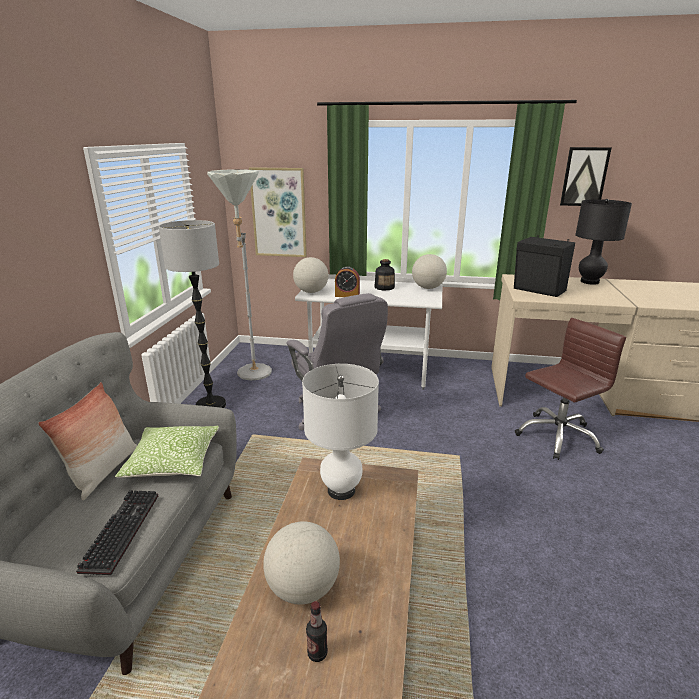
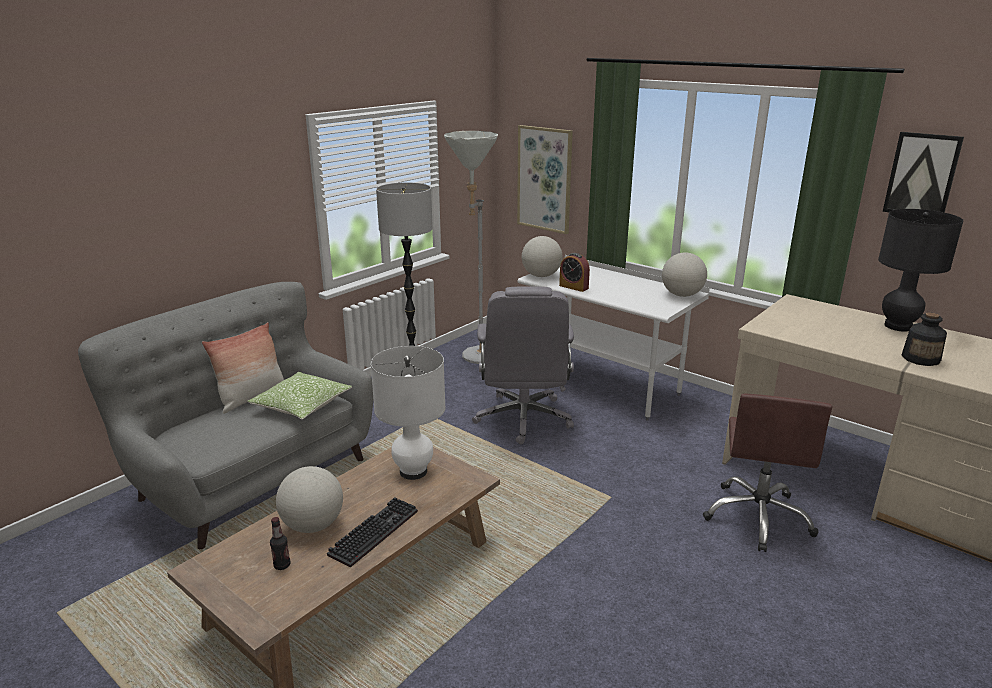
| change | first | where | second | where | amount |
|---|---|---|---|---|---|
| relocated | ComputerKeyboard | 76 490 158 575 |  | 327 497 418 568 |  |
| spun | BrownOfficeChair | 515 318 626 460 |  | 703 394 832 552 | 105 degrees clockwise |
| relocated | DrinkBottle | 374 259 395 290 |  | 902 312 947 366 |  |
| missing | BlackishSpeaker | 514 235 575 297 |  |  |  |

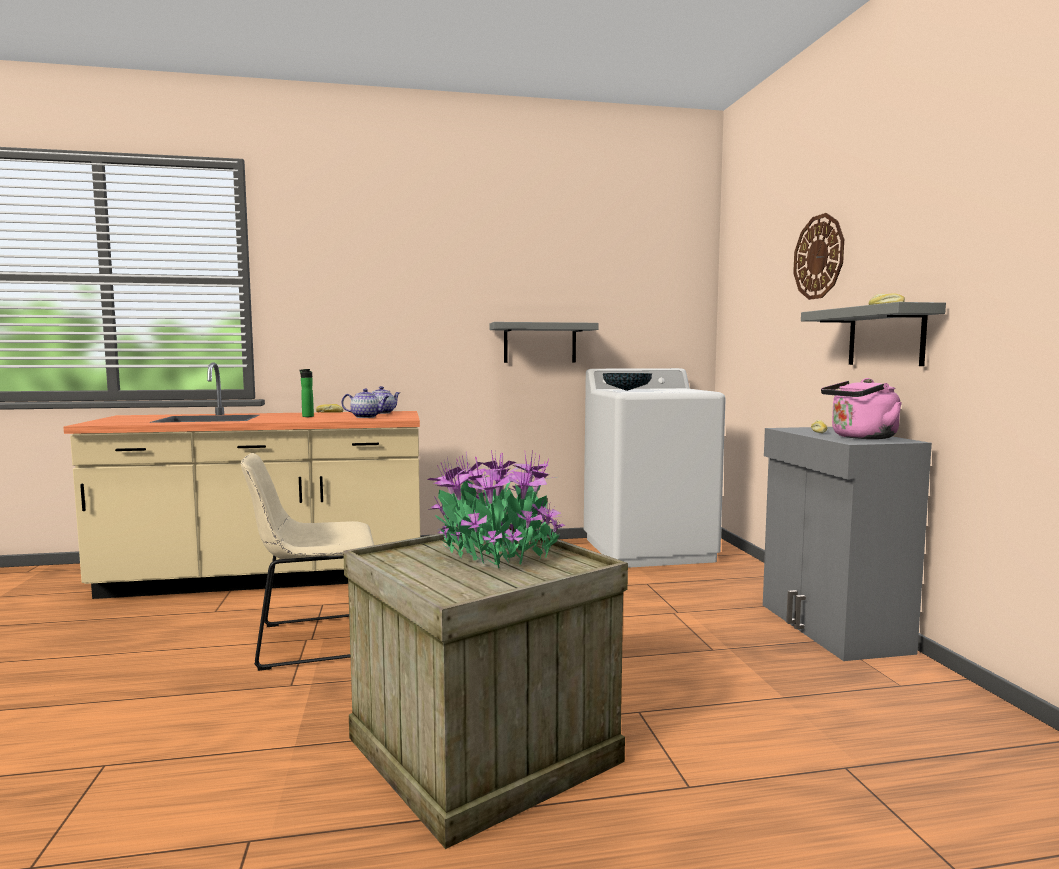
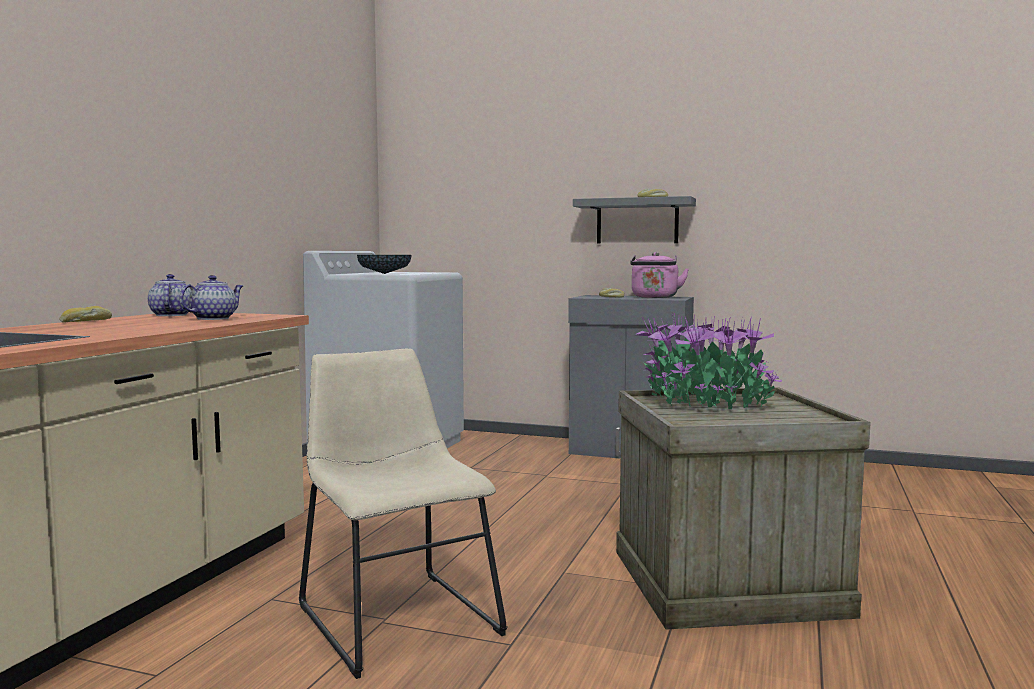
| change | first | where | second | where | amount |
|---|---|---|---|---|---|
| spun | BeigeUprightChair | 241 453 374 671 |  | 299 348 508 679 | 135 degrees clockwise |
| missing | DrinkBottle | 300 369 314 417 |  |  |  |
| missing | GreyShelf | 489 322 599 363 |  |  |  |
| missing | ClockOnTheWall | 793 213 844 300 |  |  |  |

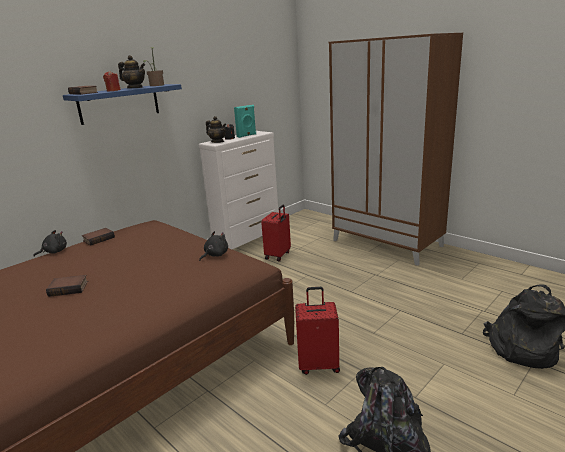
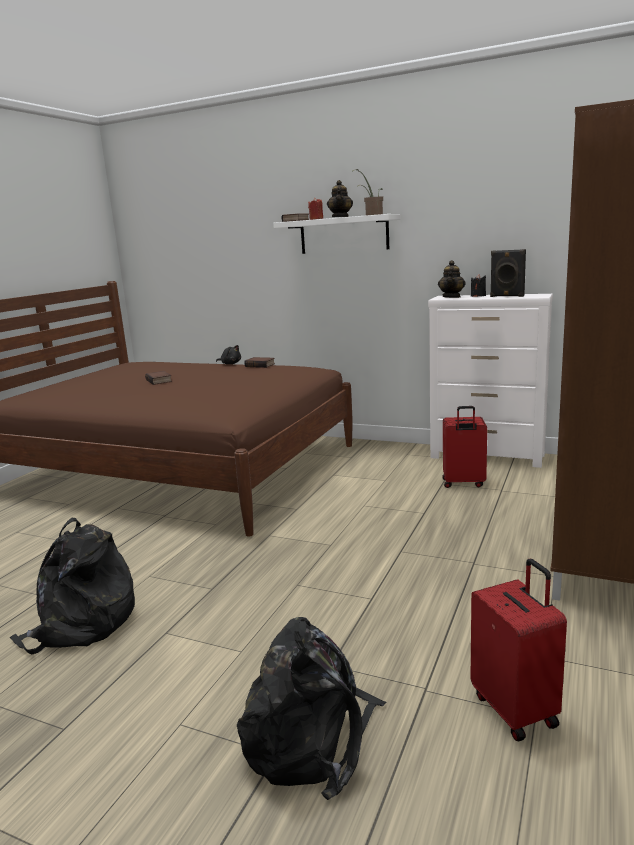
| change | first | where | second | where | amount |
|---|---|---|---|---|---|
| colour | BlueShelf | 63 84 182 125 | WhitishShelf | 273 214 401 254 |  |
| relocated | RedColouredPieceOfLuggage | 295 287 340 375 |  | 470 559 567 741 |  |
| colour | BlueGreenSpeaker | 234 105 256 138 | BlackishSpeaker | 490 249 526 297 |  |
| missing | BlackishCuddlyToy | 199 231 228 261 |  |  |  |

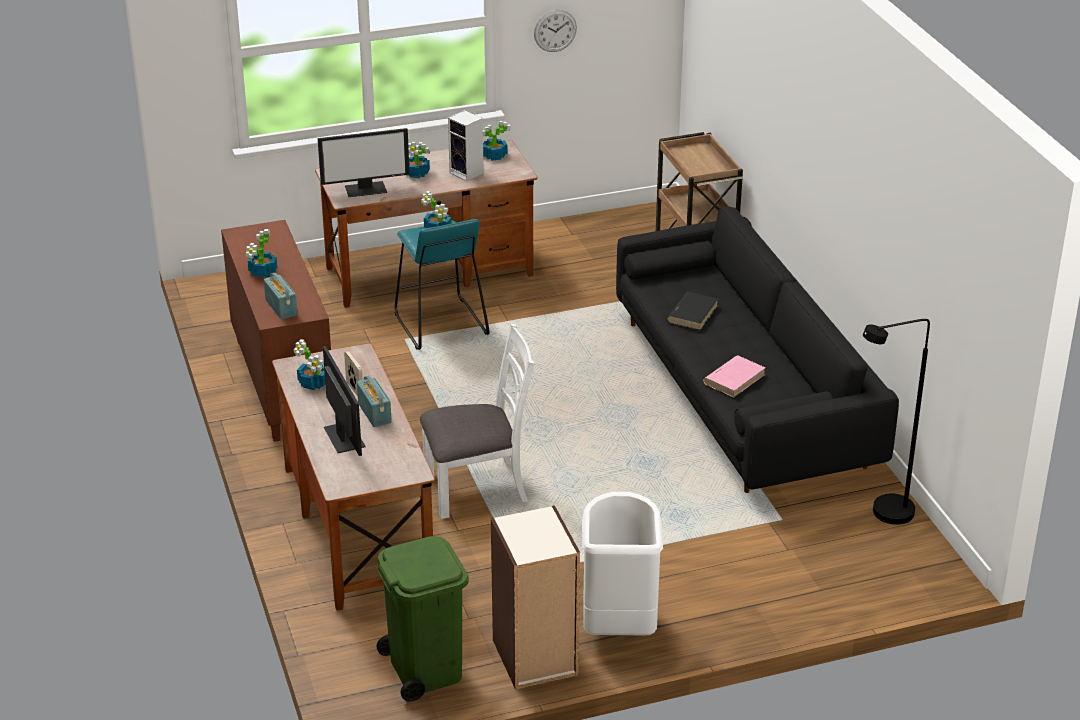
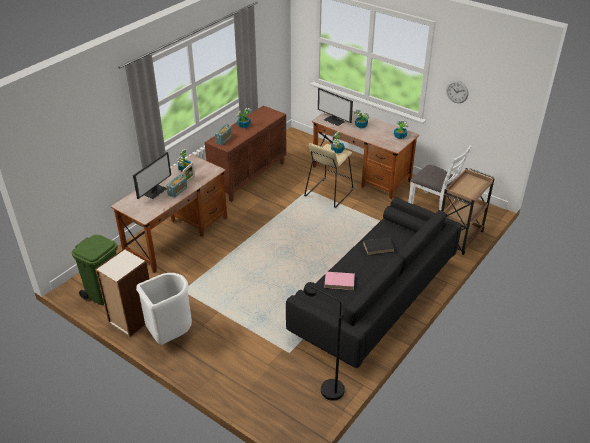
| change | first | where | second | where | amount |
|---|---|---|---|---|---|
| colour | BlueGreenSittingStool | 395 219 489 350 | BeigeSittingStool | 304 143 353 208 |  |
| relocated | WhitishUprightChair | 420 324 535 519 |  | 408 145 472 210 |  |
| missing | Speaker | 448 110 484 181 |  |  |  |

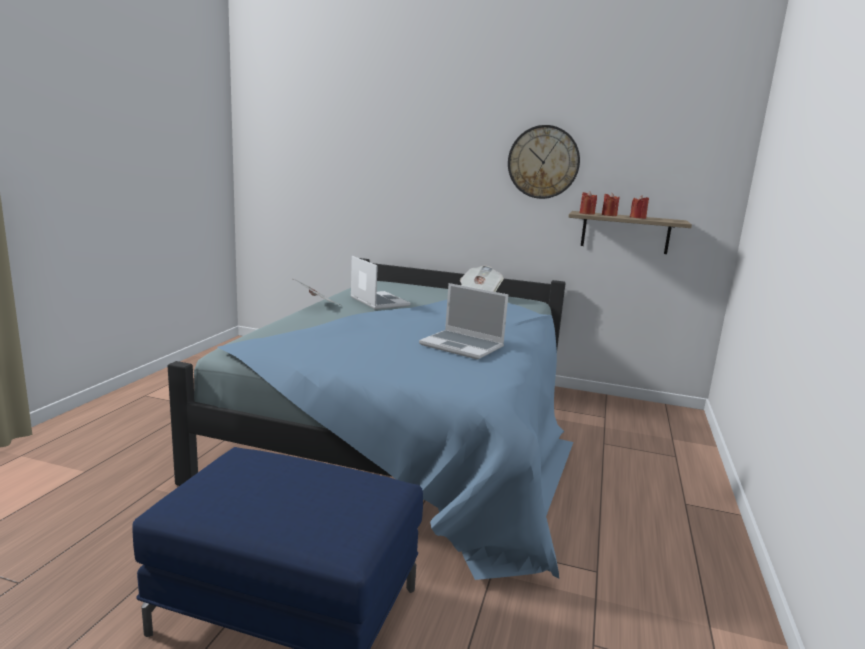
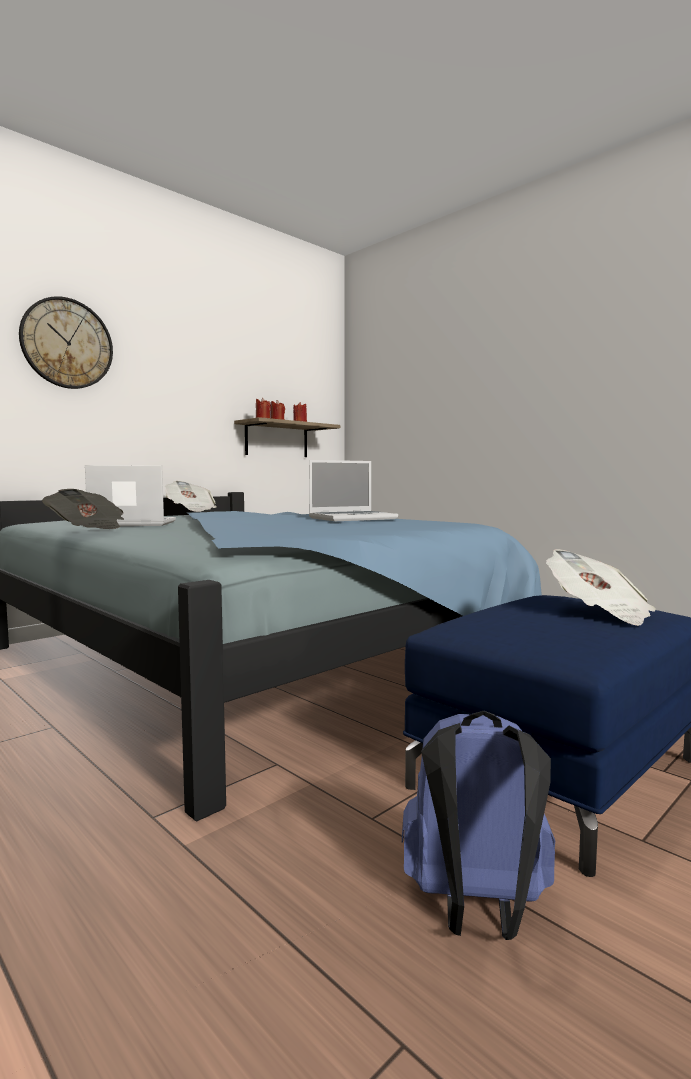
| change | first | where | second | where | amount |
|---|---|---|---|---|---|
| relocated | ClockOnTheWall | 508 125 580 199 |  | 19 296 113 389 |  |
| appeared |  |  | BlueBackpack | 402 711 555 940 |  |
| appeared |  |  | Newspaper | 546 549 656 626 |  |

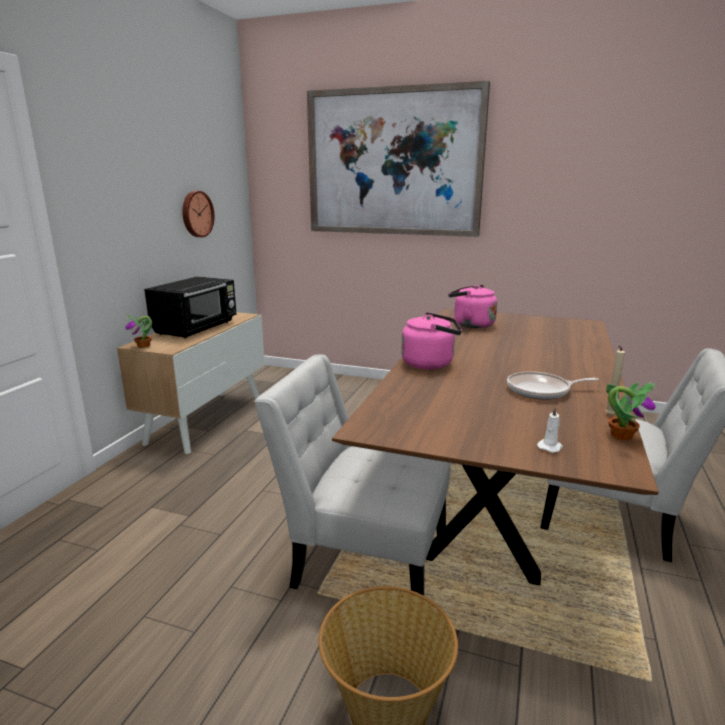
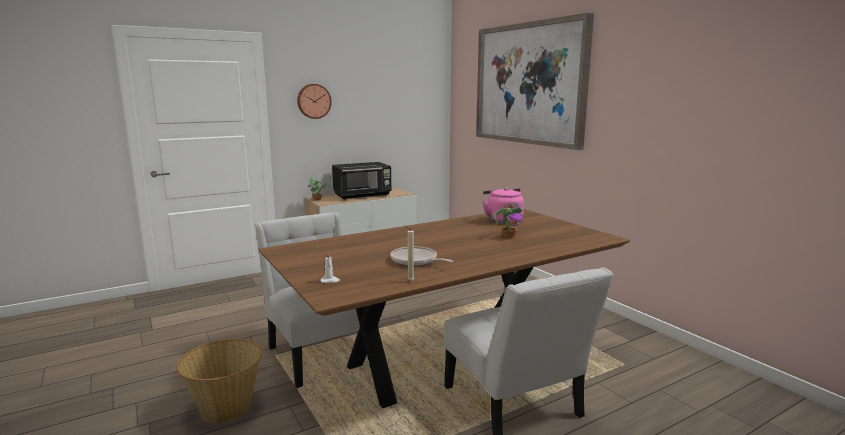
| change | first | where | second | where | amount |
|---|---|---|---|---|---|
| relocated | ClockOnTheWall | 182 191 215 237 |  | 297 84 331 119 |  |
| relocated | PlantInAPot | 606 382 656 440 |  | 494 208 523 238 |  |
| missing | PinkKettle | 402 312 462 369 |  |  |  |

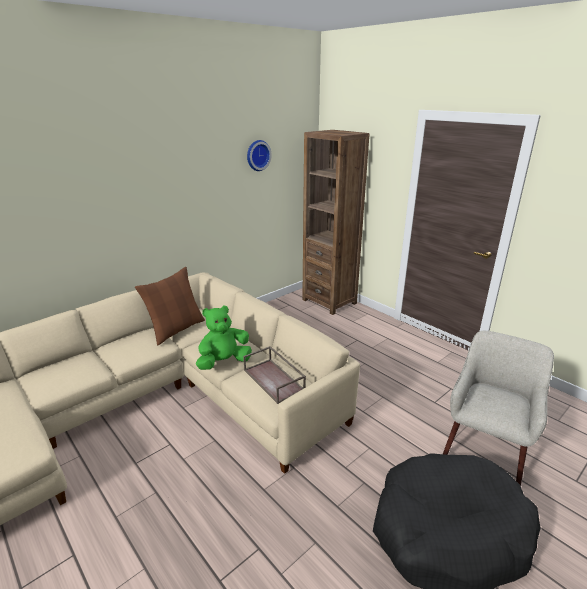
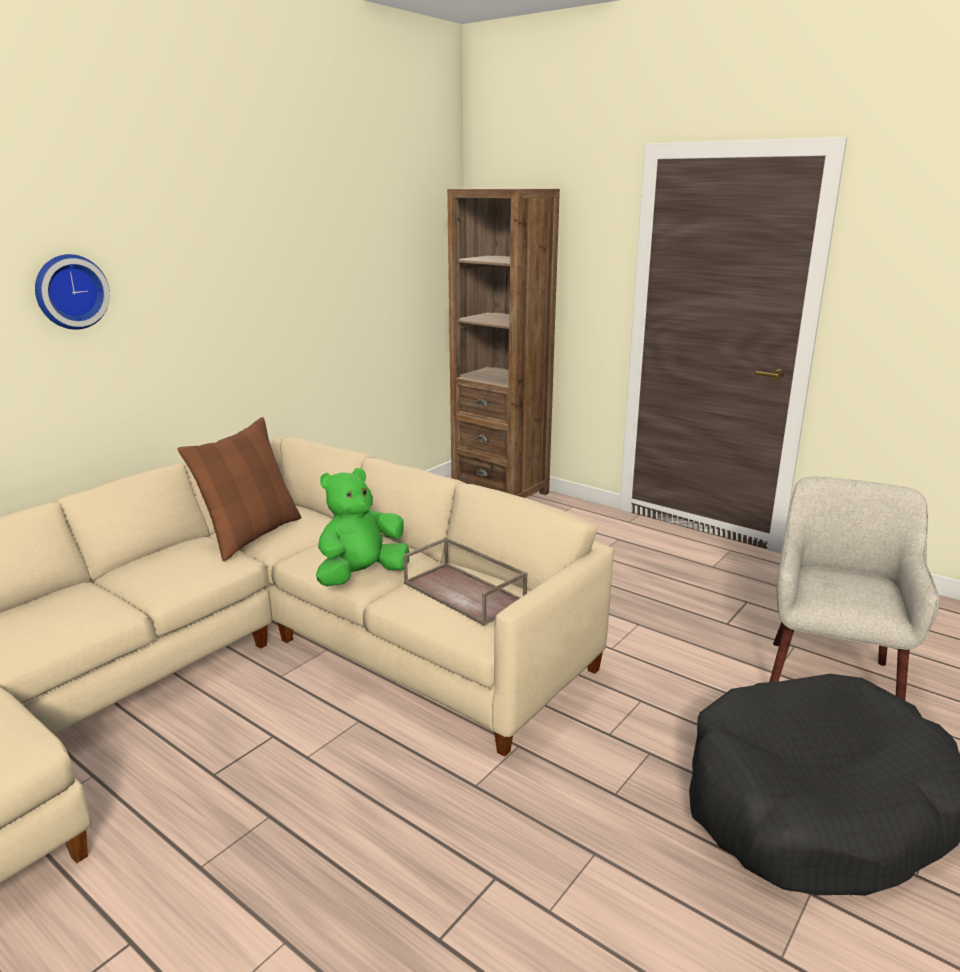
| change | first | where | second | where | amount |
|---|---|---|---|---|---|
| relocated | ClockOnTheWall | 247 140 272 171 |  | 35 254 110 330 |  |

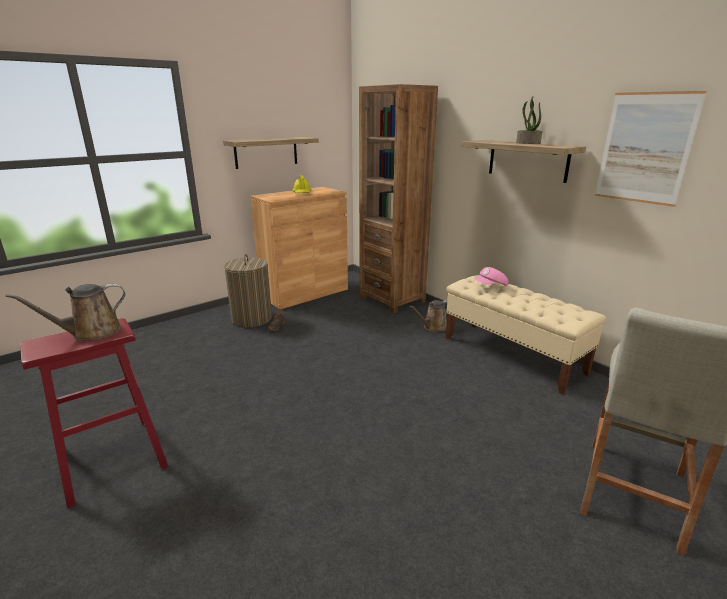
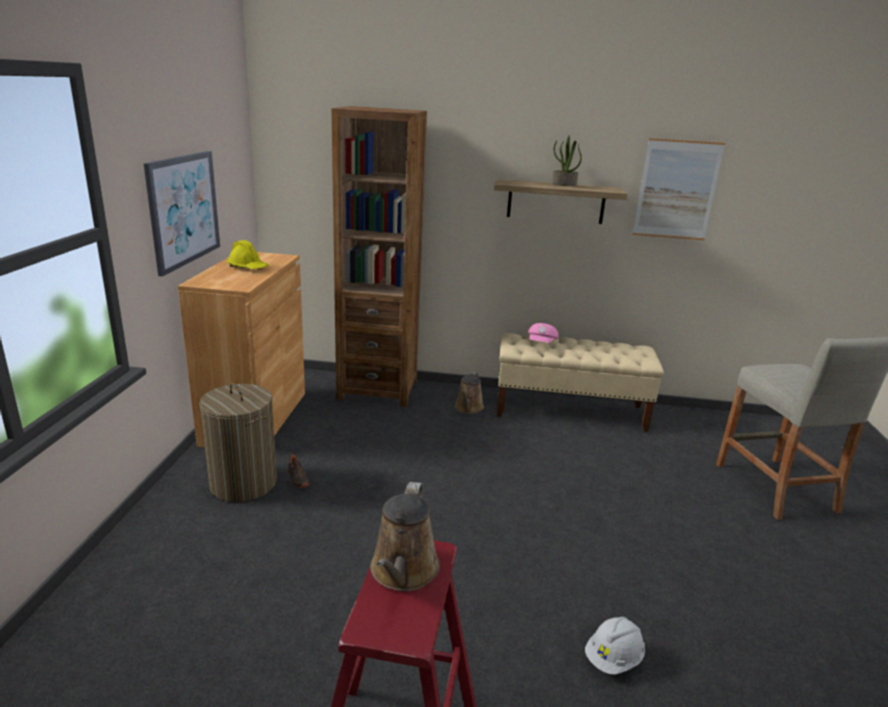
| change | first | where | second | where | amount |
|---|---|---|---|---|---|
| exchanged | Shelf | 223 137 319 169 | Picture | 144 151 220 277 |  |
| appeared |  |  | WhitishSafetyHelmet | 585 617 645 675 |  |

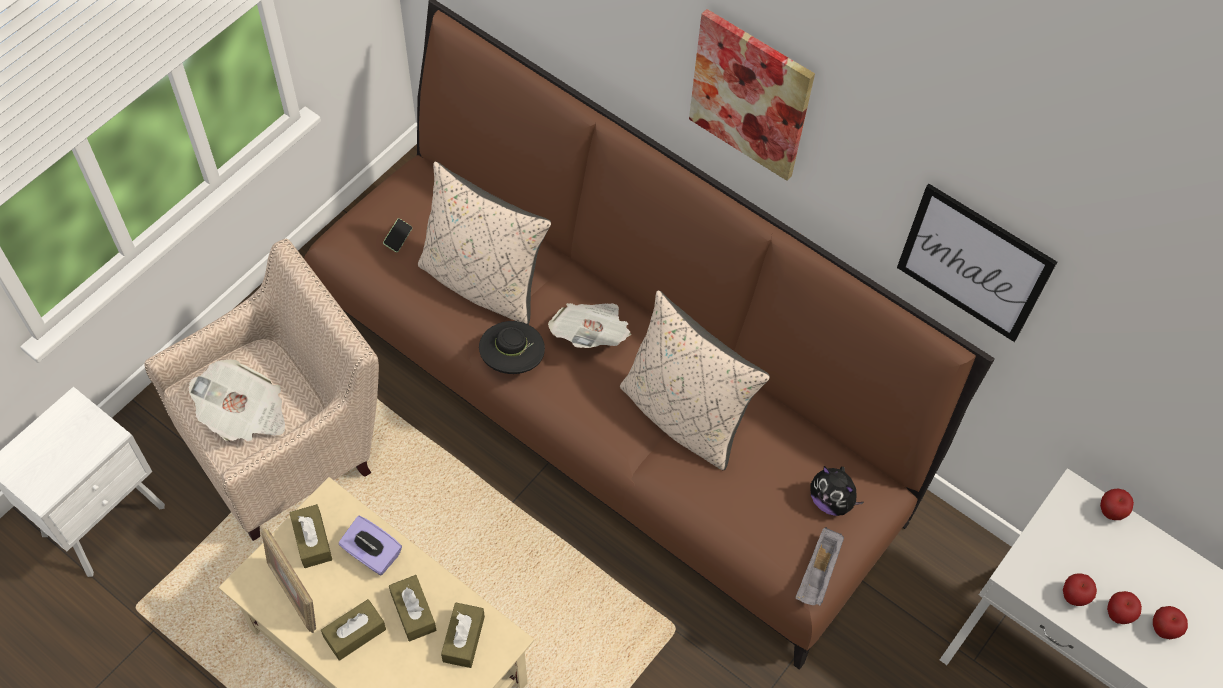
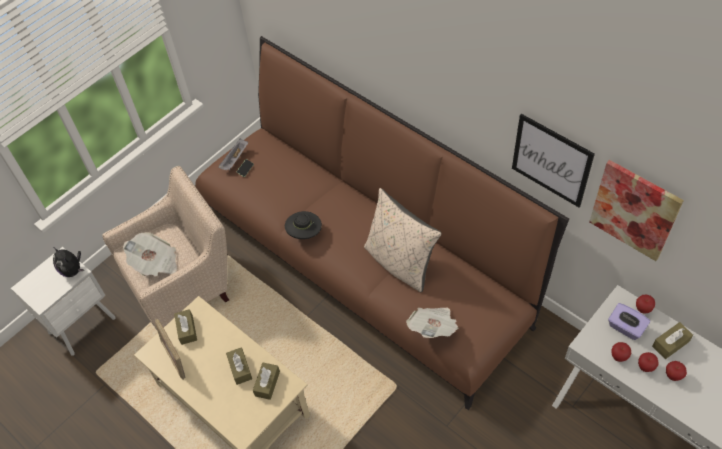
| change | first | where | second | where | amount |
|---|---|---|---|---|---|
| relocated | CuddlyToy | 810 466 864 516 |  | 53 247 84 277 |  |
| relocated | GreyServingTray | 796 527 844 606 |  | 218 138 248 170 |  |
| relocated | Newspaper | 548 303 631 348 |  | 406 307 458 338 |  |
| relocated | Picture | 689 9 815 181 |  | 589 160 684 261 |  |
| relocated | PurpleColouredTissueBox | 339 515 402 575 |  | 608 303 650 340 |  |
| relocated | BrownTissueBox | 321 599 386 661 |  | 652 322 693 359 |  |
| missing | BeigeCushion | 418 161 551 324 |  |  |  |

